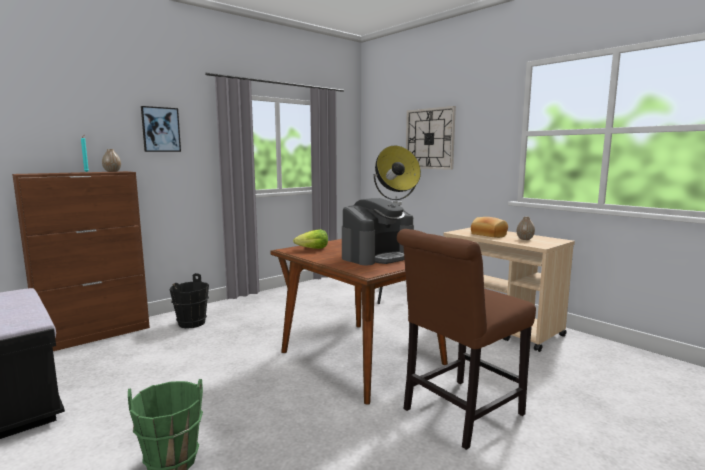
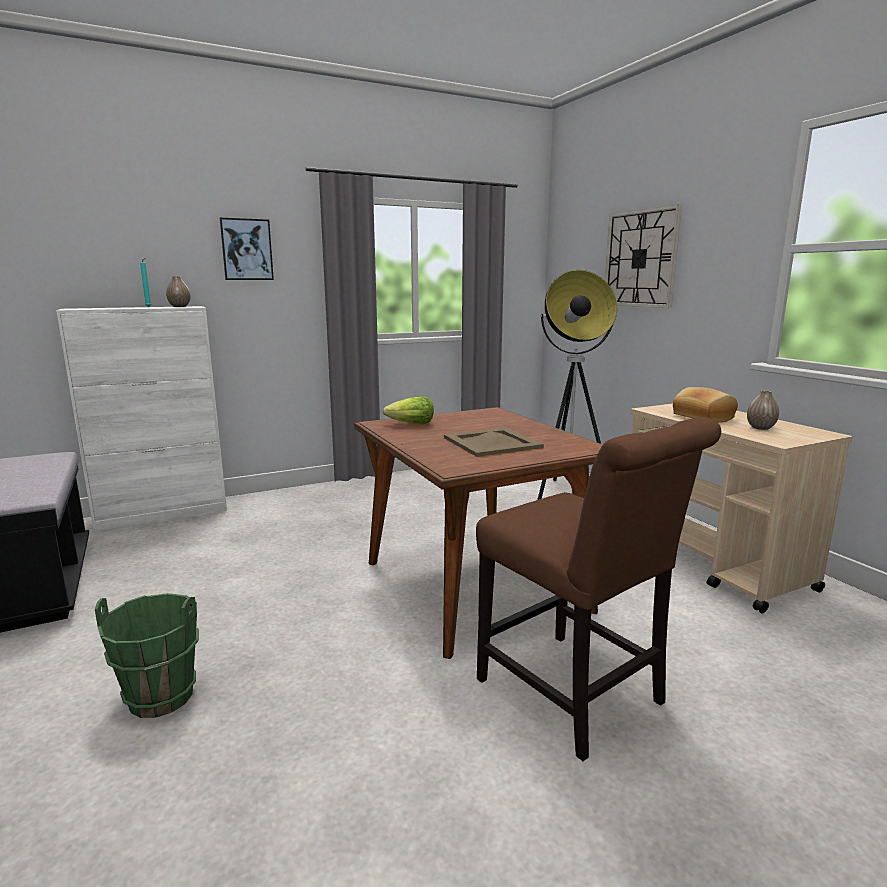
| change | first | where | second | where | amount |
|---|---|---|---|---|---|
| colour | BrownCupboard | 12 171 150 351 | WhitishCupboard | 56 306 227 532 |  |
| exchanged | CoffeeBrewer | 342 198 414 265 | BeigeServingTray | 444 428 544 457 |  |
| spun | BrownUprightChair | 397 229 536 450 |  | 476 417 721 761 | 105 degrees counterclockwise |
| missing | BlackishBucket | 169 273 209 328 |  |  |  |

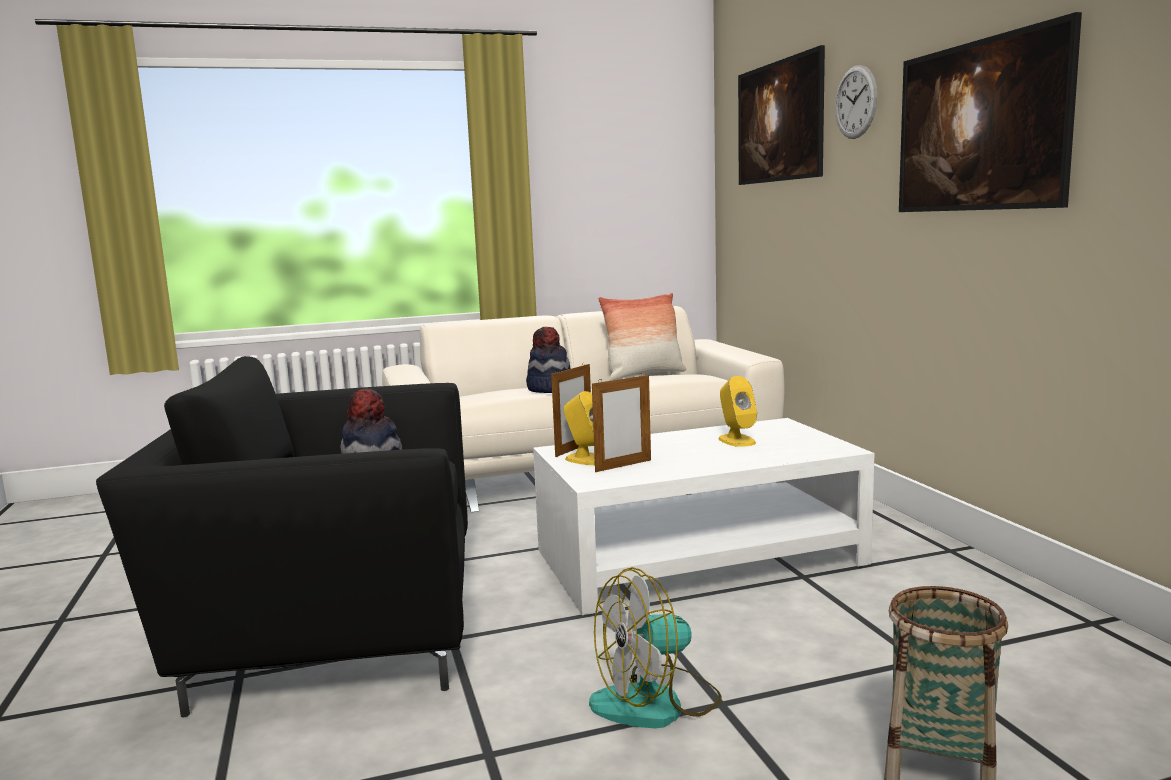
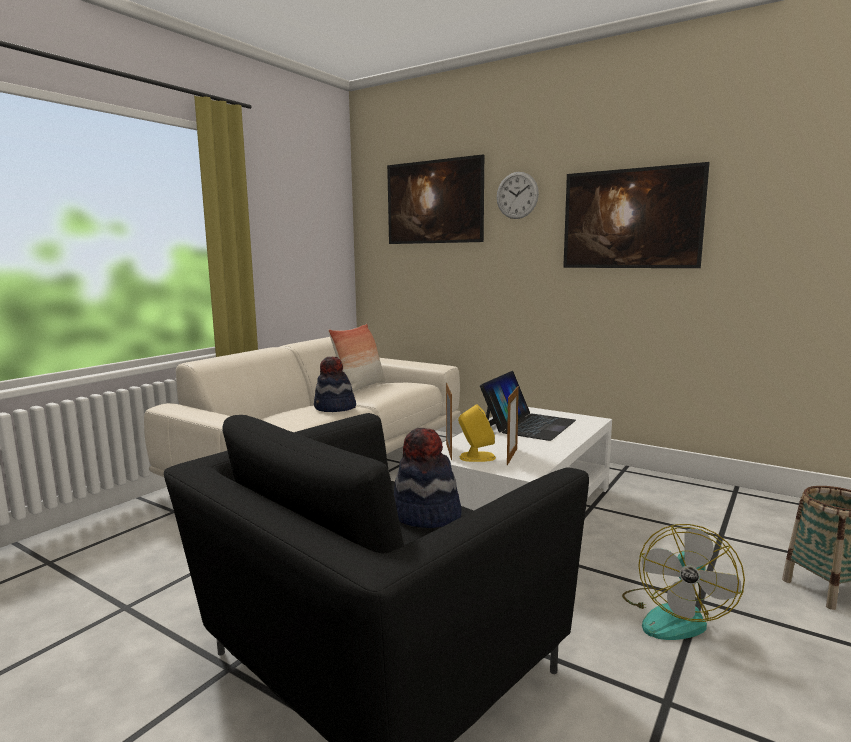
| change | first | where | second | where | amount |
|---|---|---|---|---|---|
| exchanged | YellowSpeaker | 719 376 757 447 | Laptop | 480 371 576 441 |  |

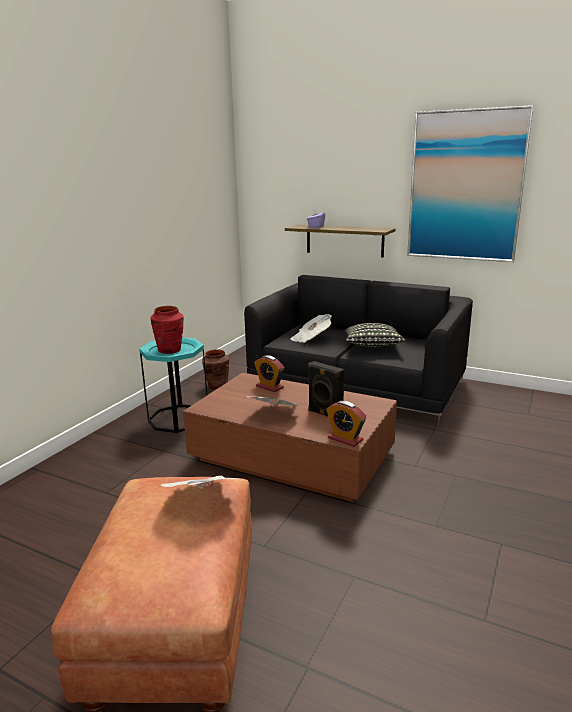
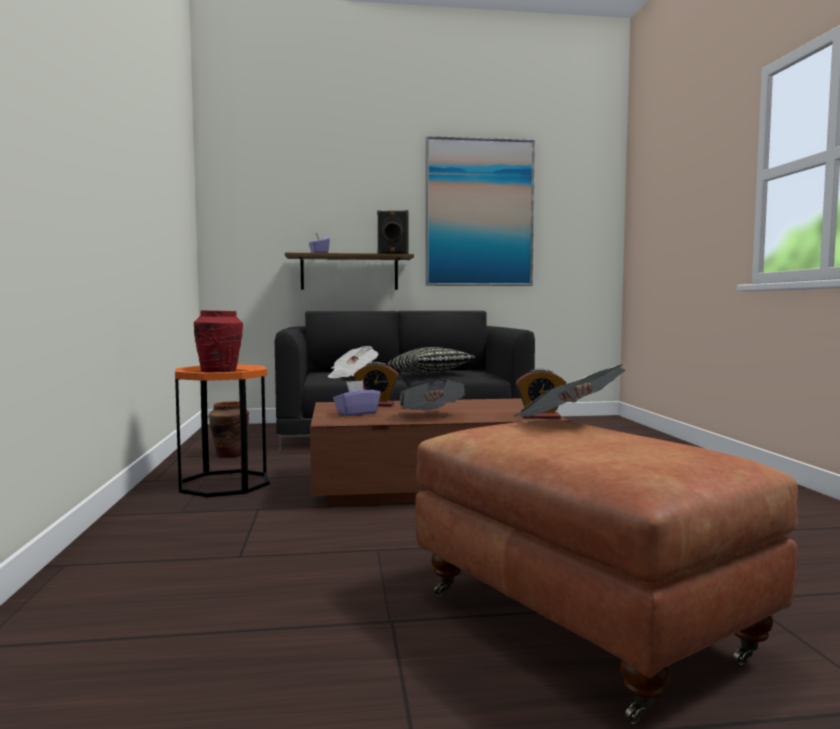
| change | first | where | second | where | amount |
|---|---|---|---|---|---|
| colour | BlueGreenAccentTable | 139 337 207 433 | OrangeAccentTable | 175 364 270 497 |  |
| appeared |  |  | PurpleColouredTissueBox | 333 380 381 416 |  |
| relocated | BlackishSpeaker | 308 361 344 416 |  | 377 210 409 254 |  |

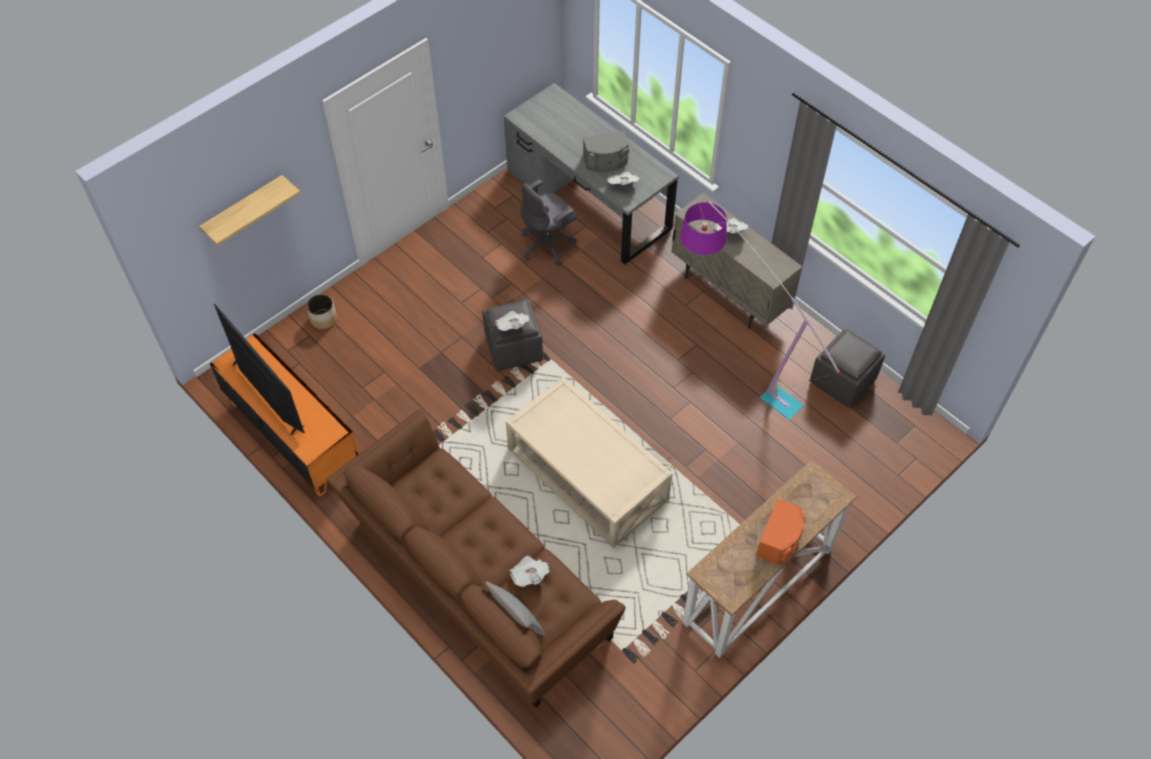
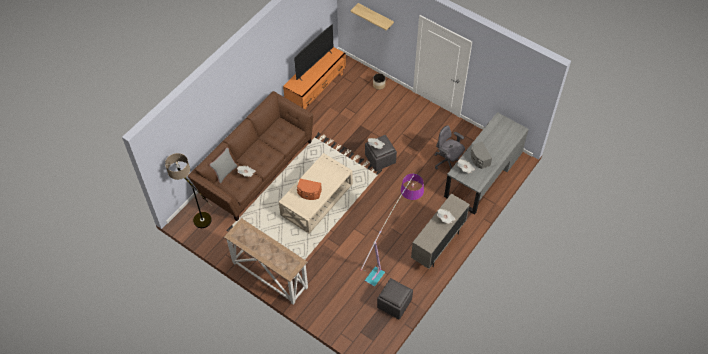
| change | first | where | second | where | amount |
|---|---|---|---|---|---|
| appeared |  |  | StandingLamp | 165 153 212 228 |  |
| relocated | OrangeSpeaker | 756 498 805 565 |  | 297 179 322 200 |  |

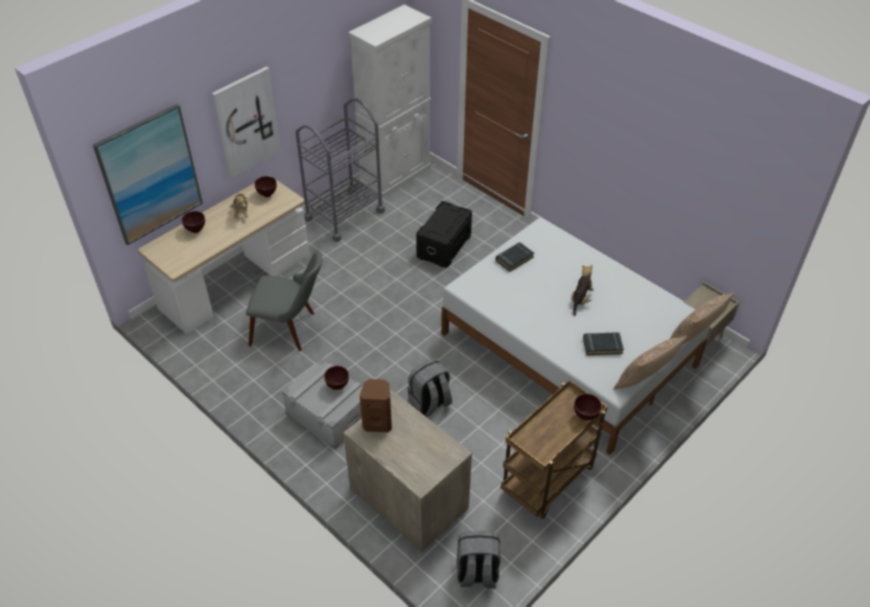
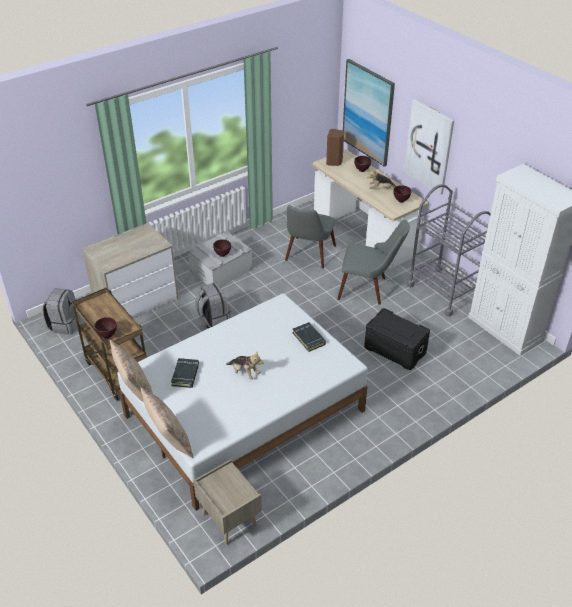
| change | first | where | second | where | amount |
|---|---|---|---|---|---|
| relocated | BrownSpeaker | 360 379 392 432 |  | 326 129 344 166 |  |
| appeared |  |  | GreyUprightChair | 337 220 410 305 |  |

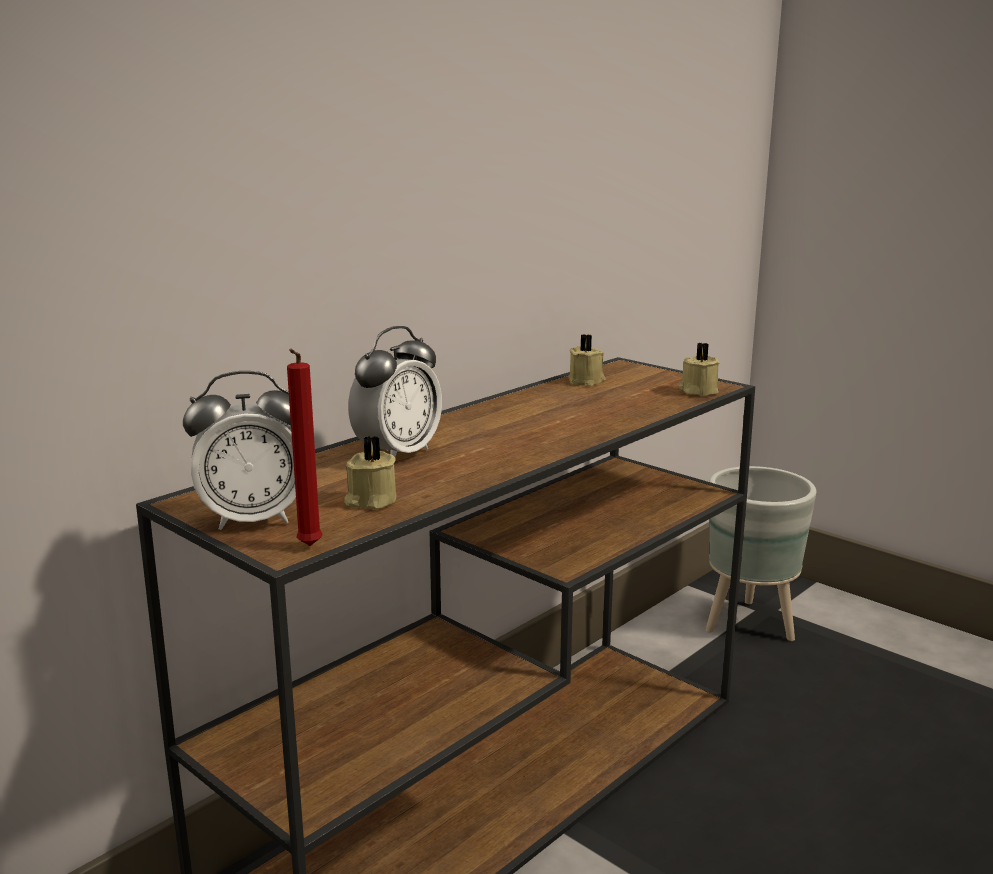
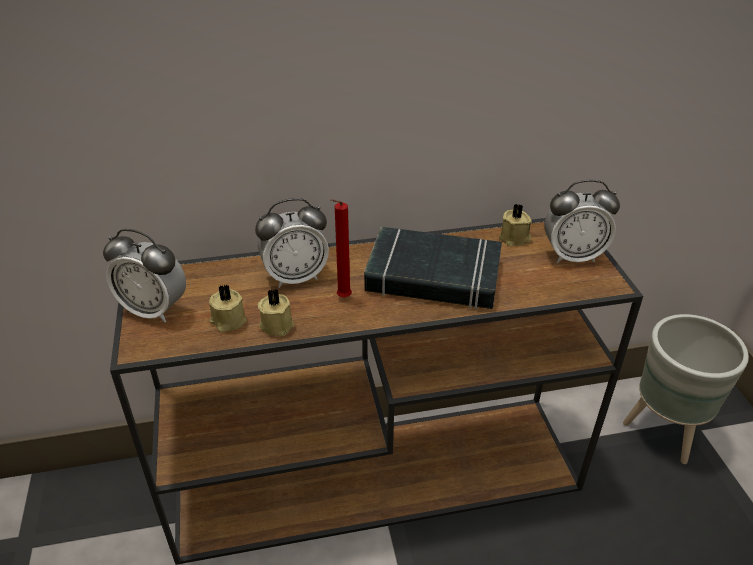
| change | first | where | second | where | amount |
|---|---|---|---|---|---|
| relocated | BeigeCandle | 678 343 719 395 |  | 258 289 294 336 |  |
| relocated | RedColouredCandle | 287 349 323 546 |  | 331 199 352 298 |  |
| appeared |  |  | BlackishBoundBook | 364 227 502 309 |  |
| appeared |  |  | AlarmClock | 544 180 620 264 |  |

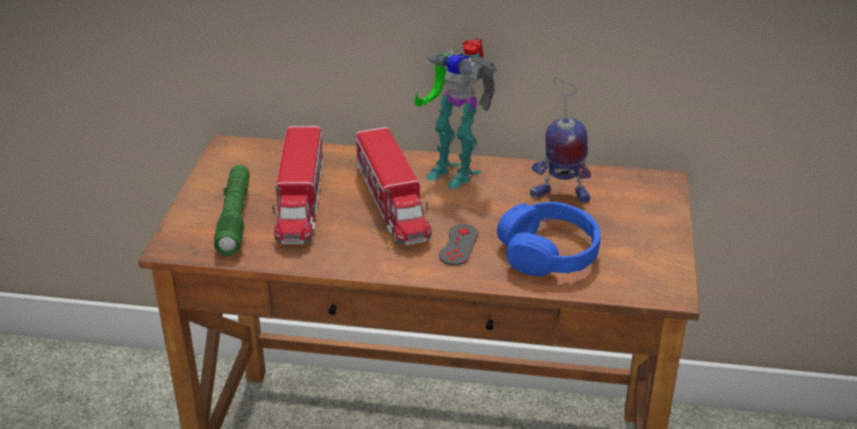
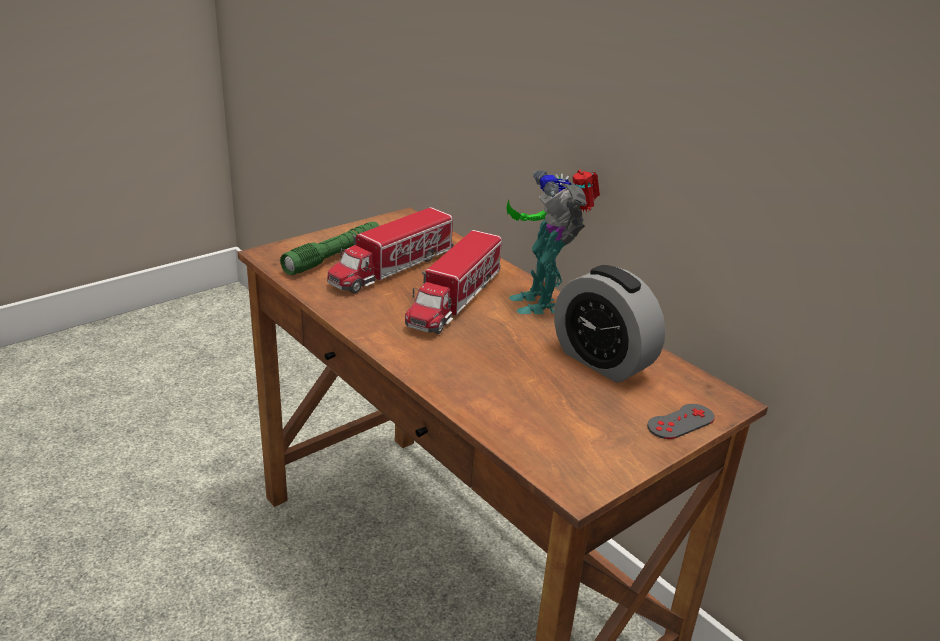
| change | first | where | second | where | amount |
|---|---|---|---|---|---|
| exchanged | RobotFigure | 530 77 591 203 | AlarmClock | 554 265 665 383 |  |
| relocated | GreyJoypad | 439 224 478 266 |  | 647 404 715 439 |  |
| missing | BluePairOfHeadphones | 497 201 600 276 |  |  |  |

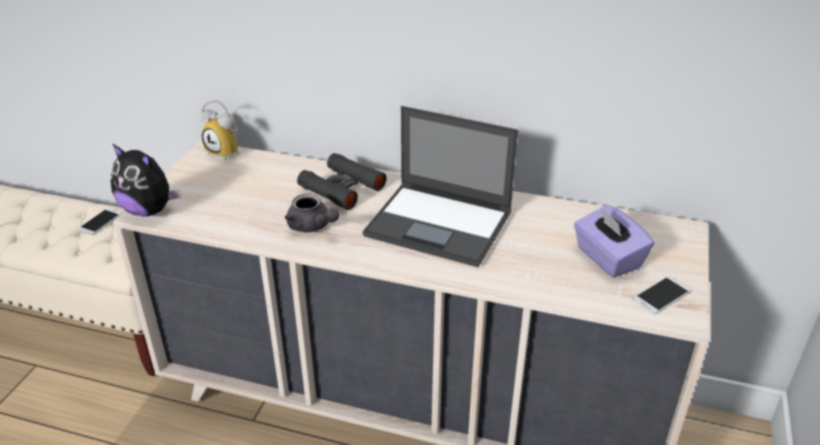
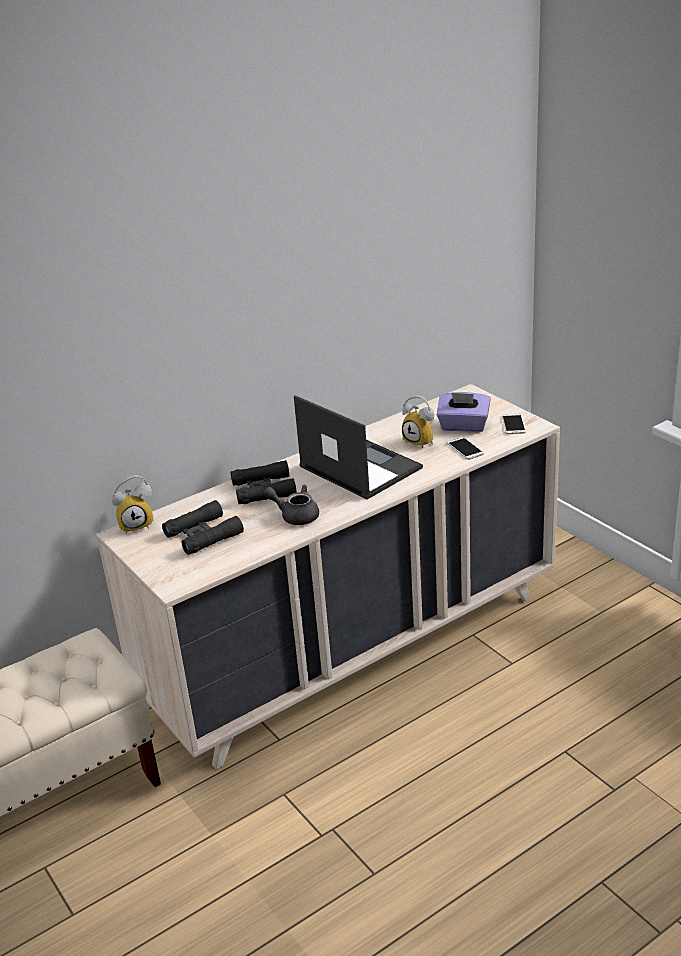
| change | first | where | second | where | amount |
|---|---|---|---|---|---|
| appeared |  |  | BlackishPairOfBinoculars | 162 500 244 555 |  |
| spun | GreyTeaPot | 285 193 339 233 |  | 263 485 319 525 | 150 degrees counterclockwise |
| spun | Laptop | 363 106 518 267 |  | 294 395 423 499 | 105 degrees counterclockwise |
| appeared |  |  | AlarmClock | 402 396 434 449 |  |
| relocated | Phone | 78 208 122 235 |  | 447 437 484 460 |  |
| missing | CuddlyToy | 110 143 180 216 |  |  |  |

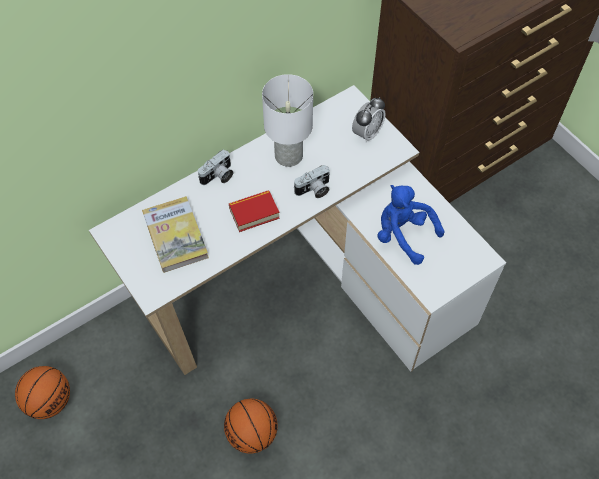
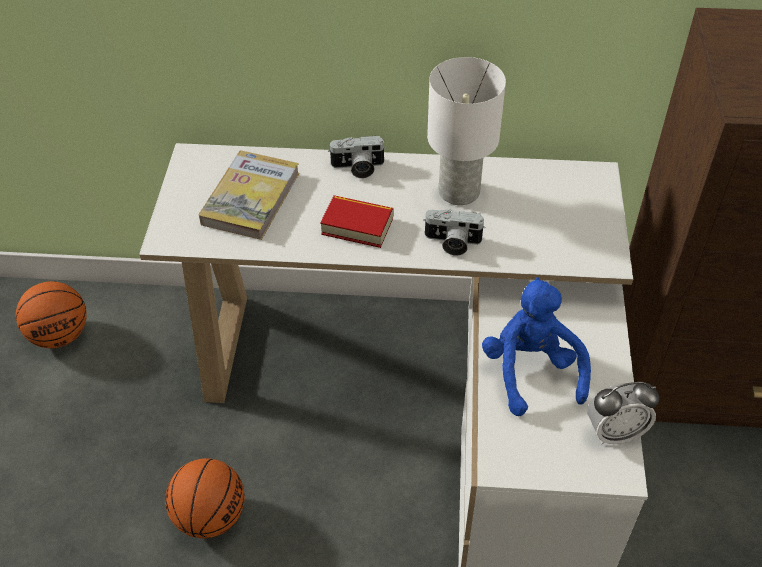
| change | first | where | second | where | amount |
|---|---|---|---|---|---|
| relocated | AlarmClock | 352 97 386 143 |  | 587 382 659 444 |  |

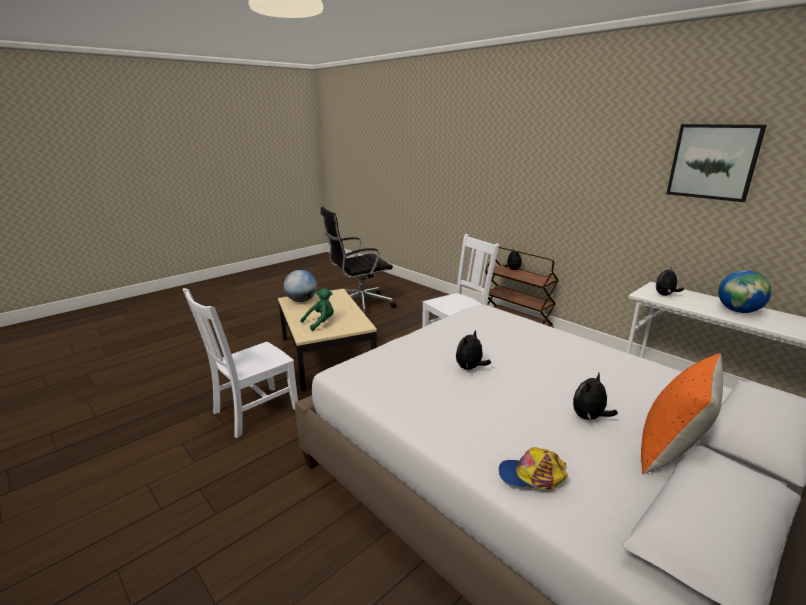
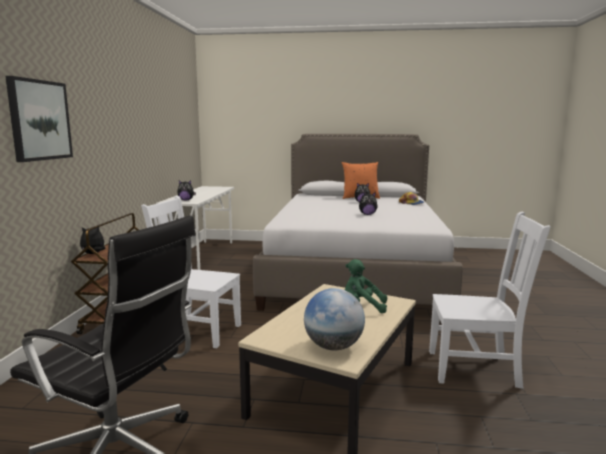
| change | first | where | second | where | amount |
|---|---|---|---|---|---|
| relocated | Picture | 666 124 767 202 |  | 5 76 73 162 |  |
| missing | Globe | 718 270 772 313 |  |  |  |

